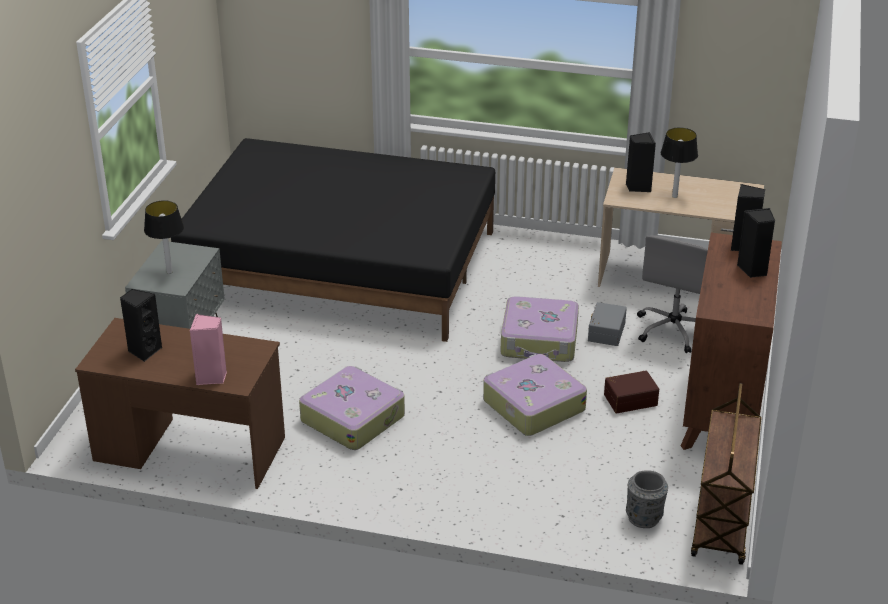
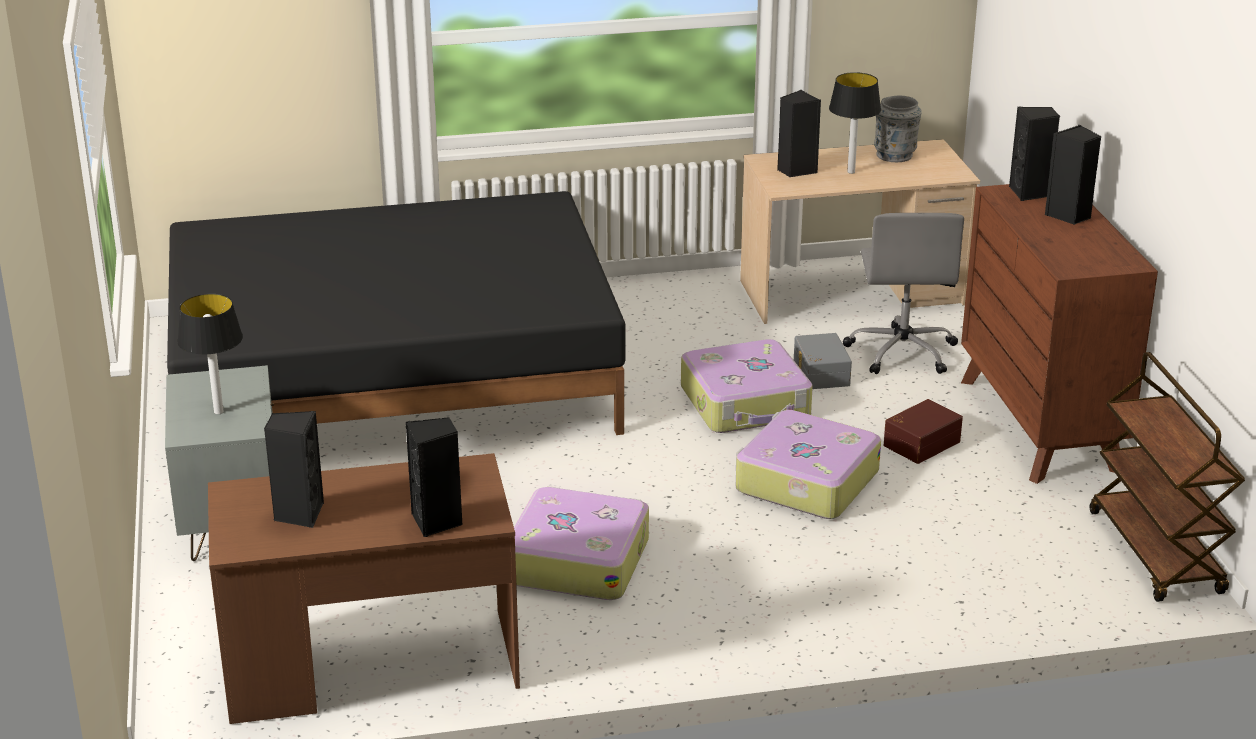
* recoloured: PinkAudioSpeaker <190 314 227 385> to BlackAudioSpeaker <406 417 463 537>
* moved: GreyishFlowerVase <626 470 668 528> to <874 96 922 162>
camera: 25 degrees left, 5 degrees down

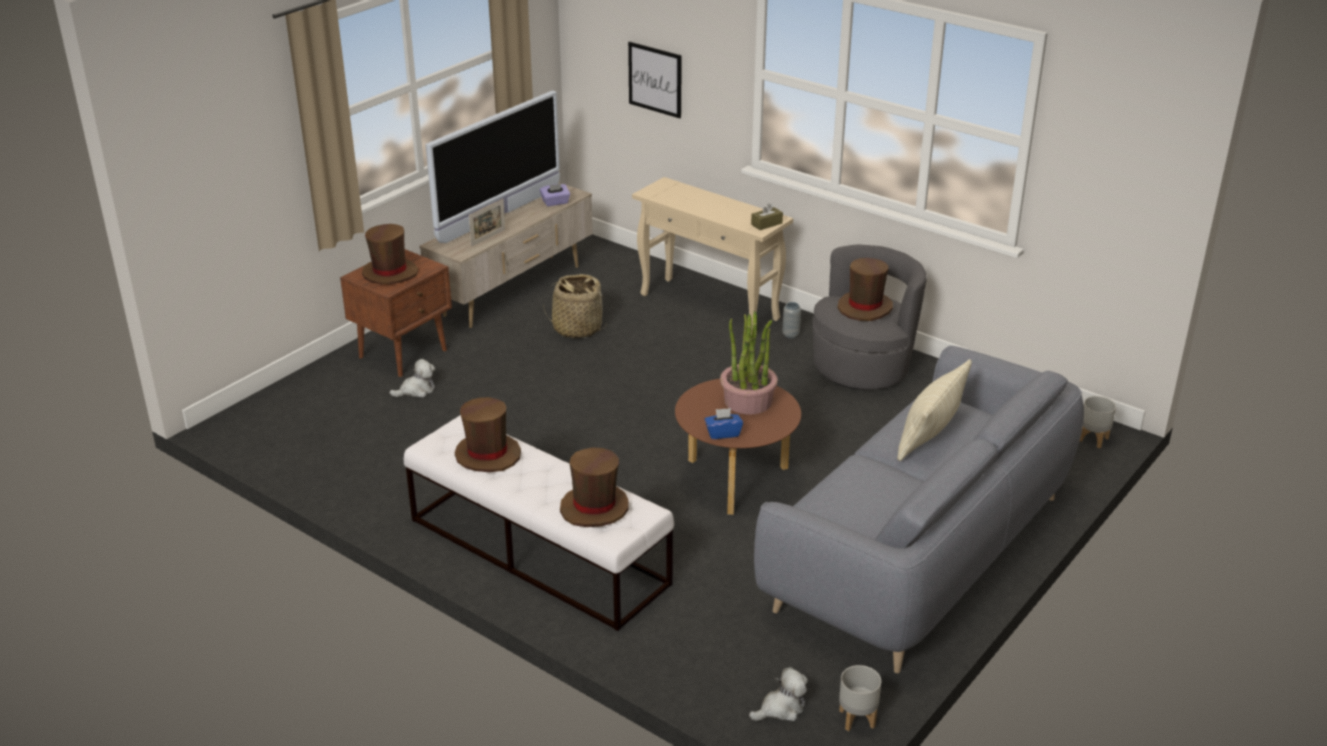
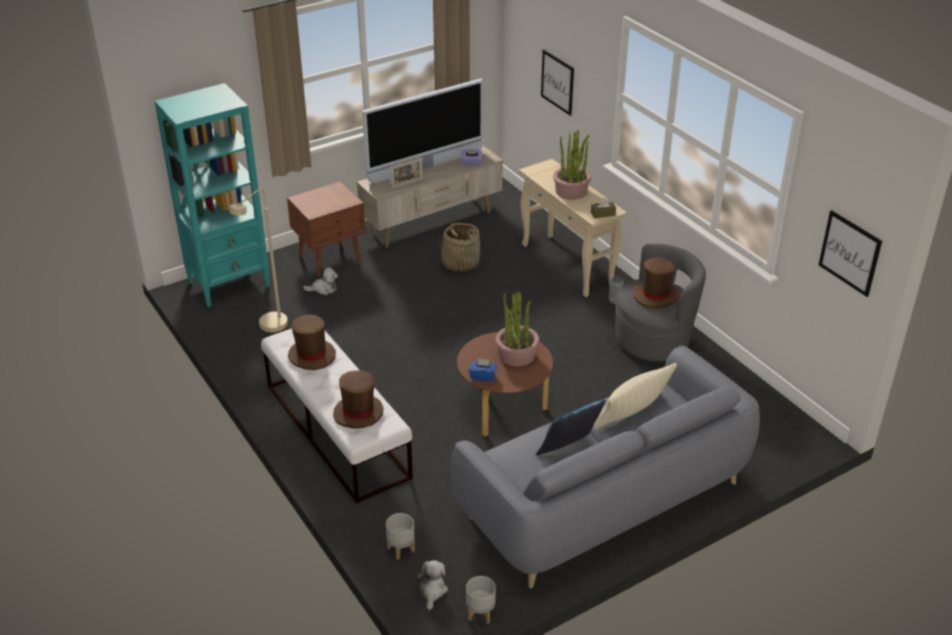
* removed: BrownHat <362 224 418 284>
* moved: GreyishPlantPot <1079 396 1116 448> to <386 513 415 560>
* turned: CuddlyToy <749 667 808 721> = <417 560 448 610> 75 degrees counterclockwise
* added: TurquoiseColouredBookcase <155 83 270 307>
* added: PlantInAPot <553 130 591 200>
* added: BeigeFloorLamp <230 188 288 332>
* added: Picture <819 210 882 297>
* added: BluePillow <536 400 606 455>
camera: 20 degrees right, 5 degrees up

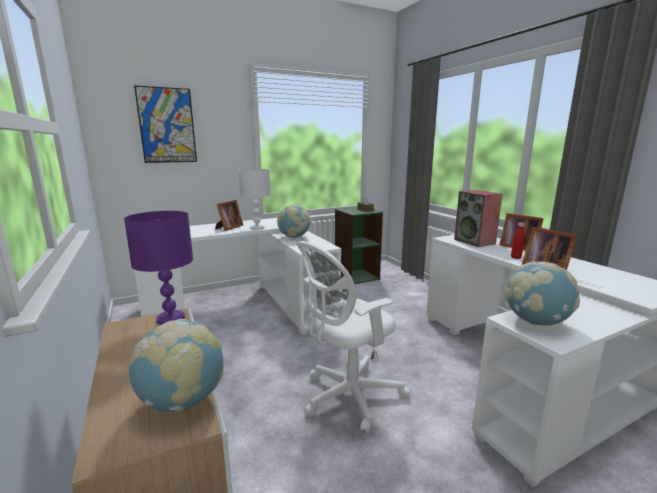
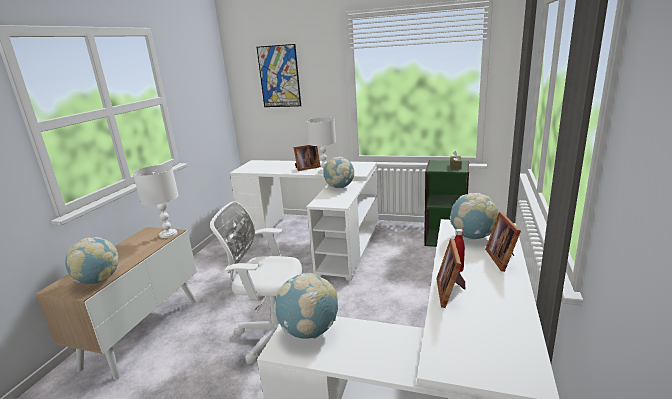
* replaced: AudioSpeaker <454 190 502 247> to DeskGlobe <450 193 498 240>
* recoloured: PurplishLampForATable <124 211 193 325> to WhiteLampForATable <133 165 179 238>
camera: 45 degrees right, 5 degrees up

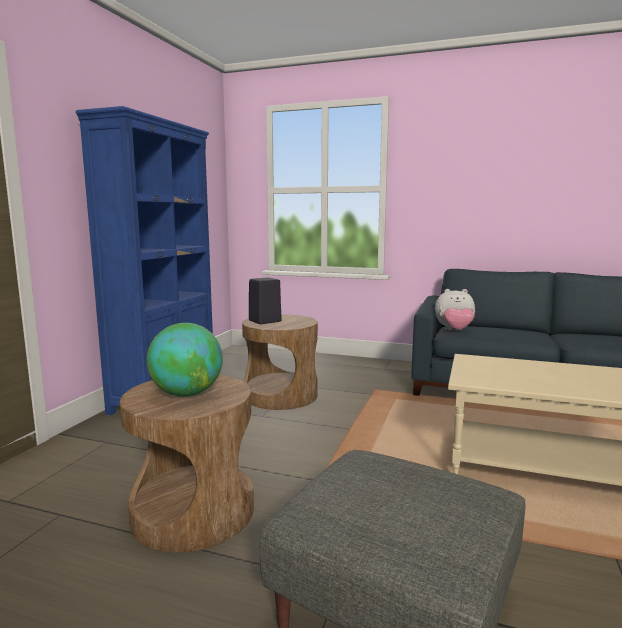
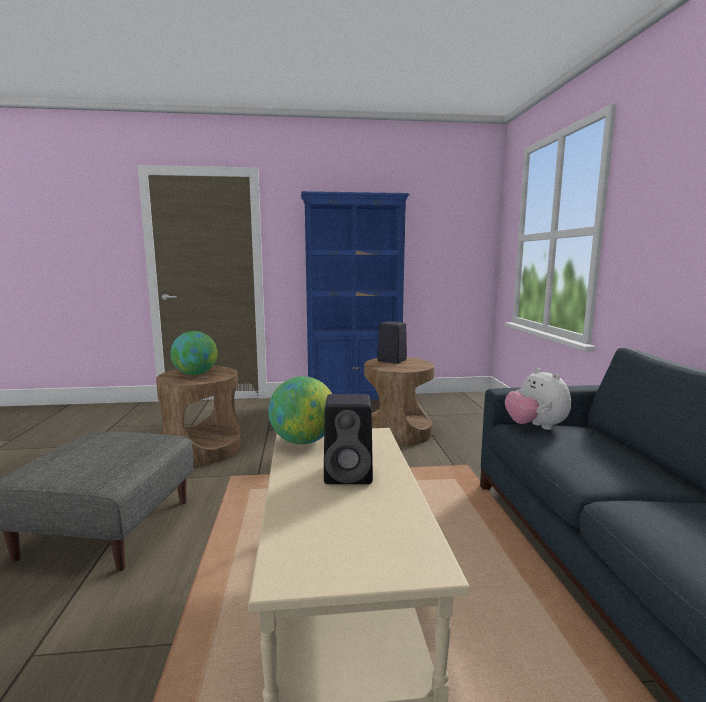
* added: DeskGlobe <268 376 332 444>
* added: BlackAudioSpeaker <324 394 373 484>
camera: 65 degrees right, 0 degrees up

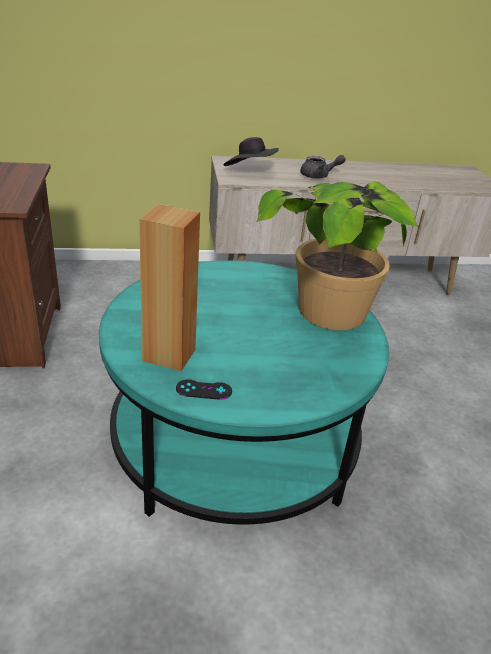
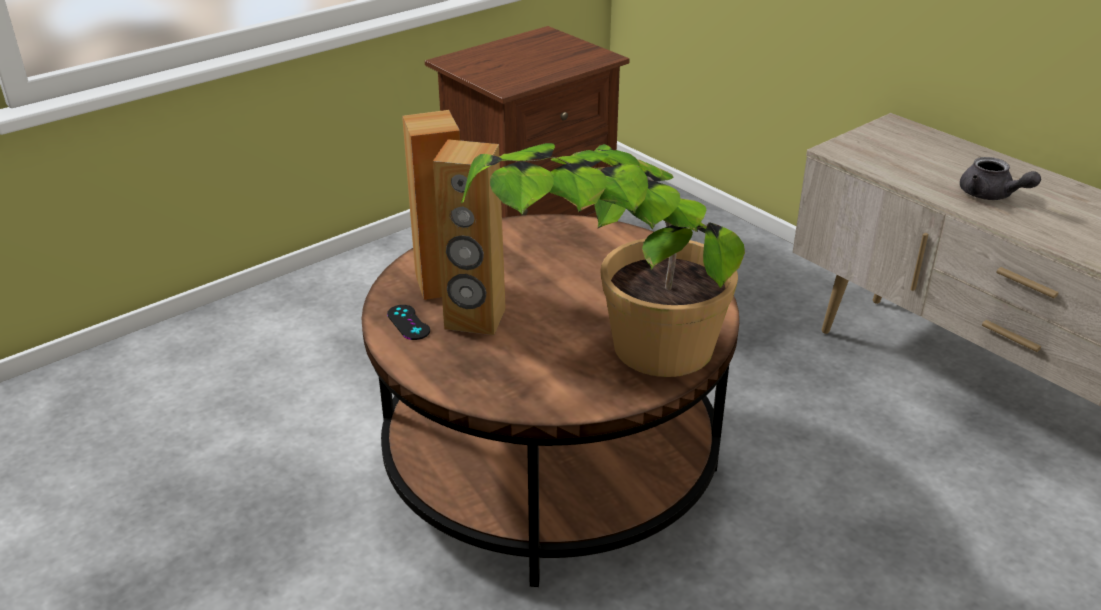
* removed: BlackHat <224 137 279 166>
* recoloured: TurquoiseColouredLowTable <99 260 389 525> to BrownLowTable <362 214 739 587>
* added: BrownAudioSpeaker <433 139 506 335>
camera: 60 degrees right, 0 degrees up

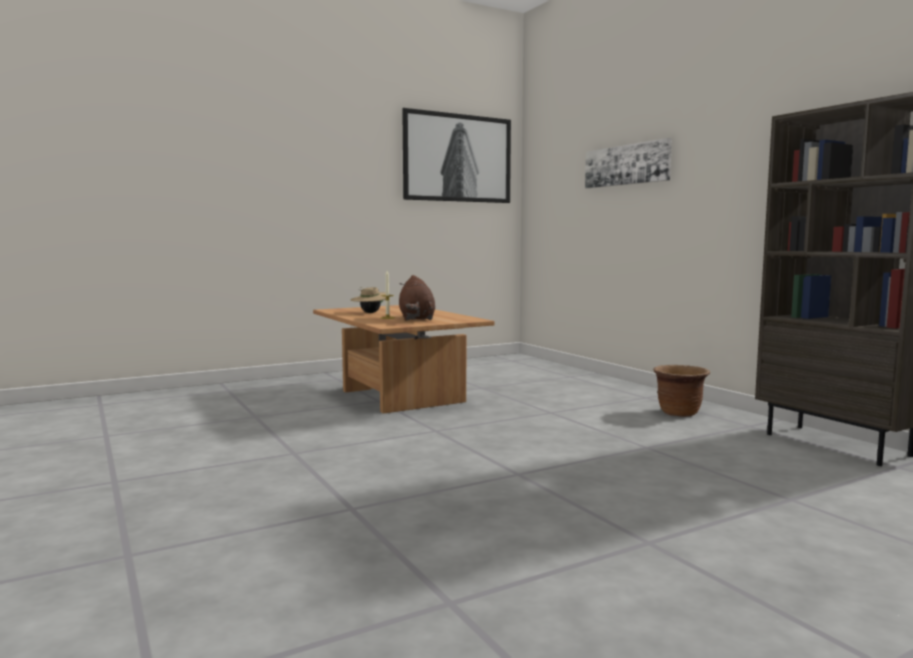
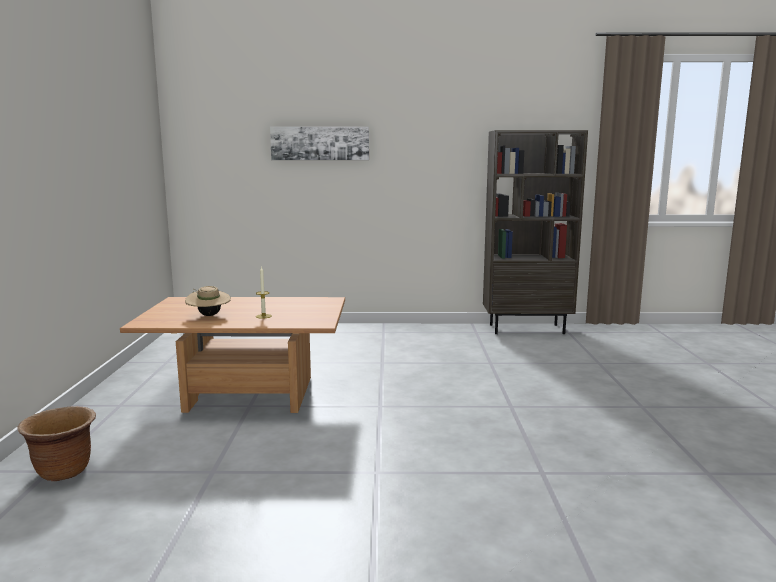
* removed: Picture <402 108 511 203>
* removed: BrownCuddlyToy <399 275 435 320>
* moved: BrownPlantPot <653 365 710 417> to <17 406 96 481>
camera: 60 degrees left, 5 degrees up

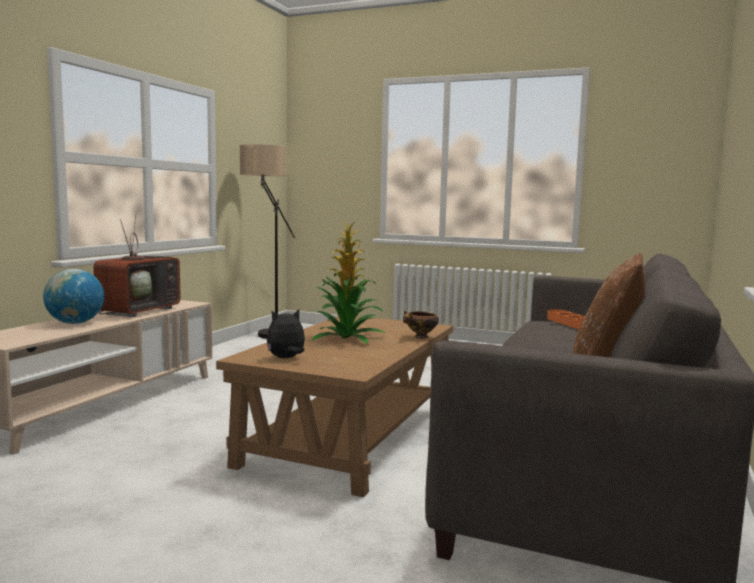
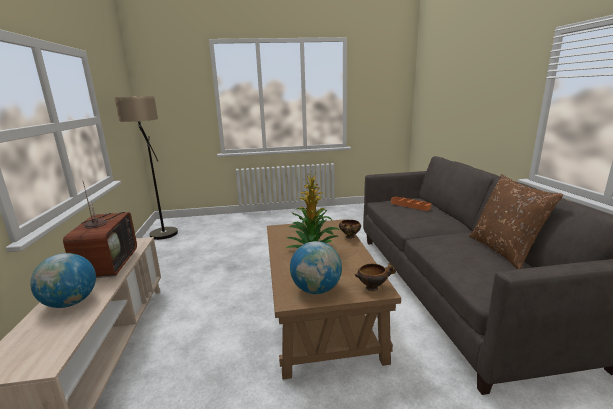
* replaced: CuddlyToy <267 309 305 358> to DeskGlobe <290 241 342 294>
* added: DeepDish <355 262 396 291>
camera: 30 degrees left, 10 degrees up

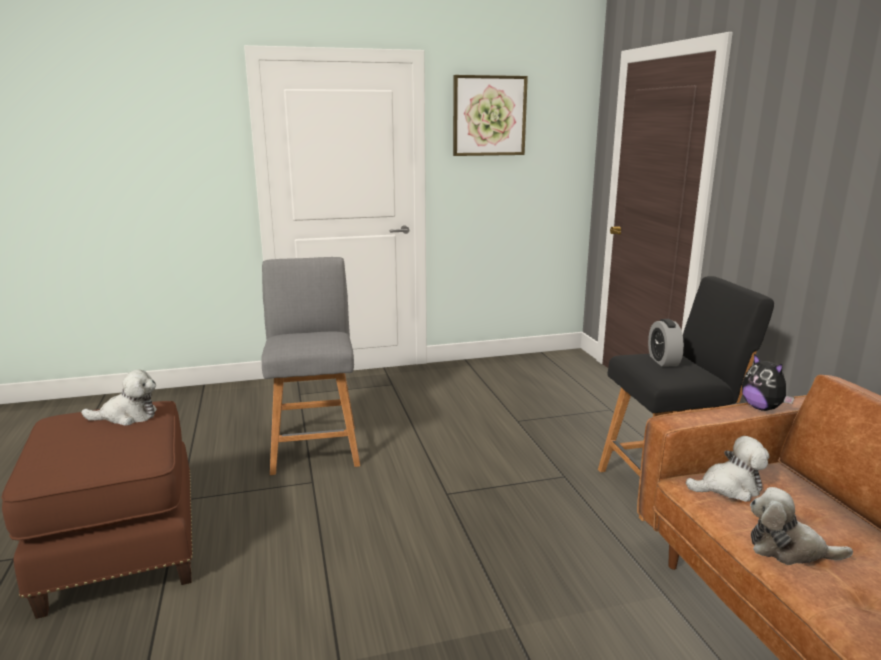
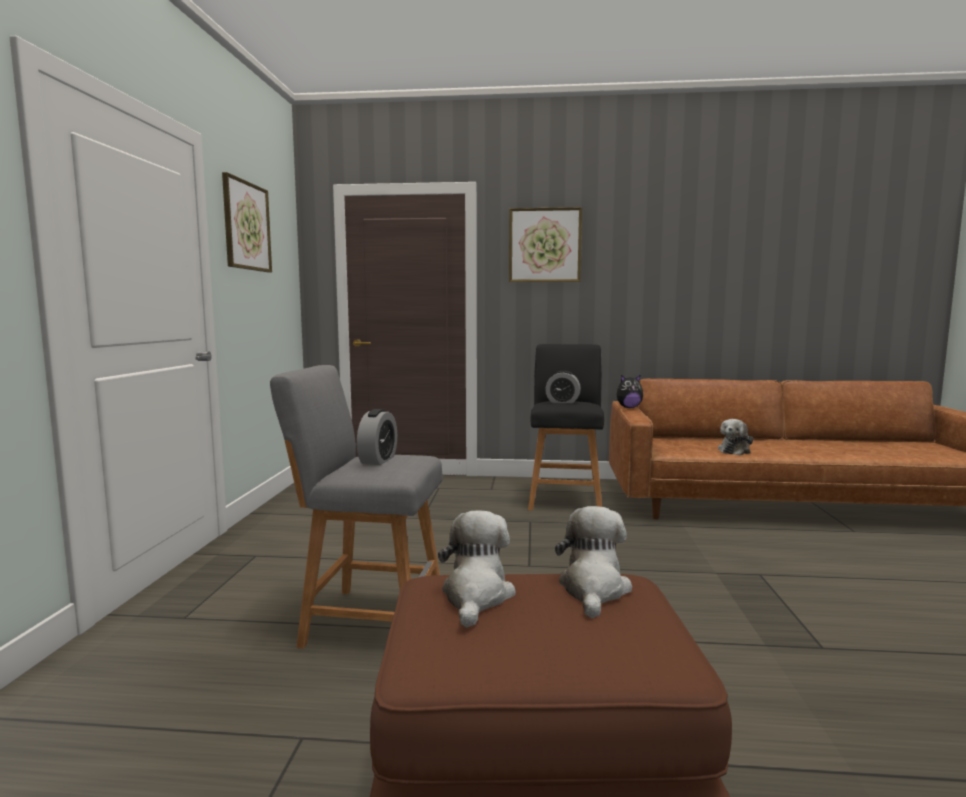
* moved: CuddlyToy <686 436 770 502> to <555 506 632 618>
* added: Picture <509 207 582 282>
* added: AlarmClock <357 409 397 465>
camera: 70 degrees left, 10 degrees down

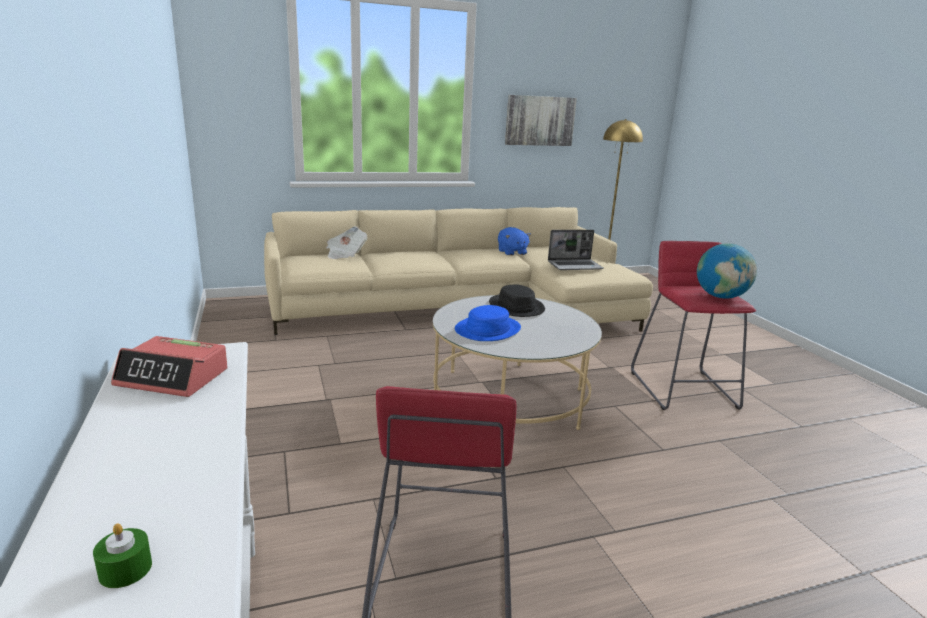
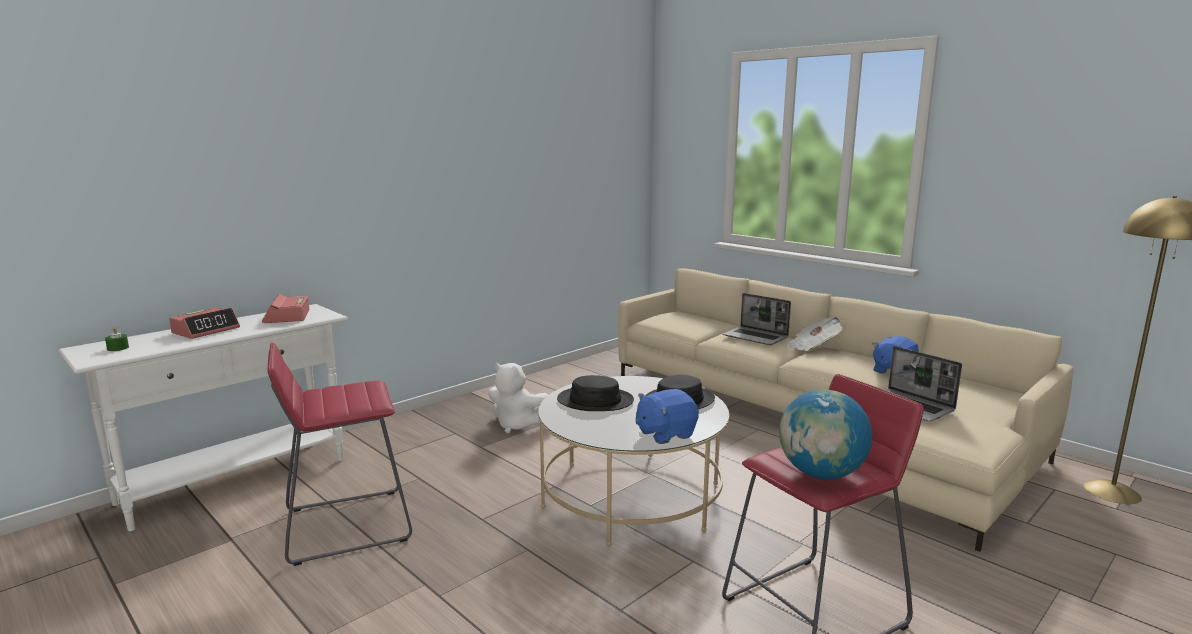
* removed: Picture <505 95 577 146>
* moved: DailyPaper <326 226 368 259> to <786 317 842 351>
* recoloured: BlueHat <455 305 521 341> to BlackHat <557 375 634 411>
* added: NotebookComputer <723 293 791 345>
* added: AlarmClock <169 308 240 339>
* added: WhiteCuddlyToy <488 363 549 434>
* added: BlueCuddlyToy <635 389 699 444>
camera: 65 degrees right, 5 degrees down

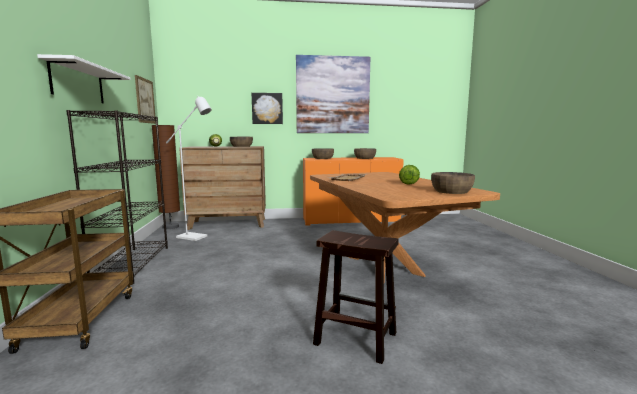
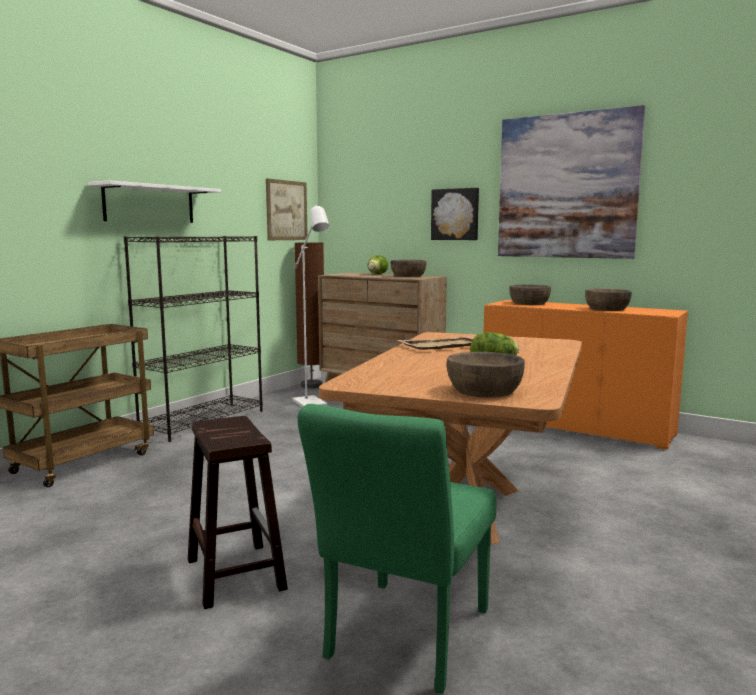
* added: GreenColouredPlainChair <298 404 496 694>
camera: 40 degrees right, 0 degrees up

